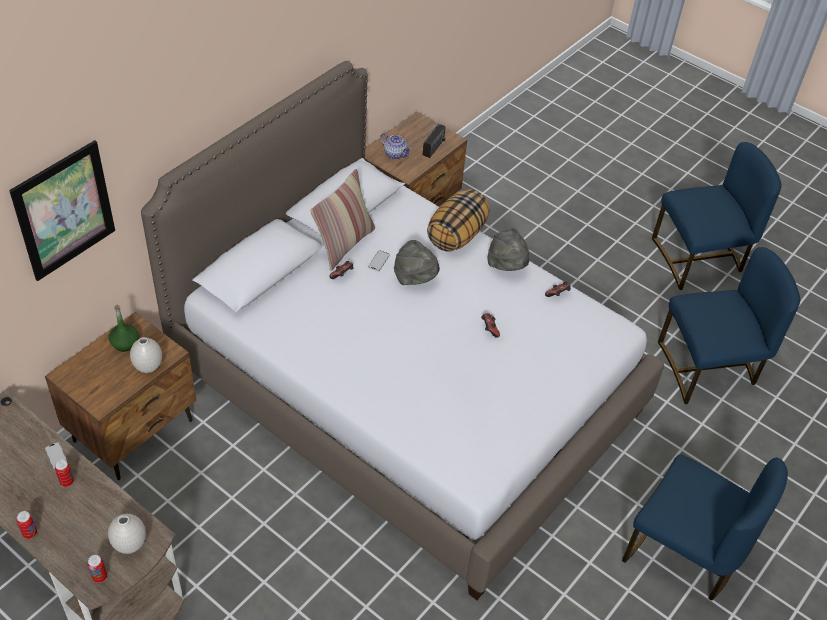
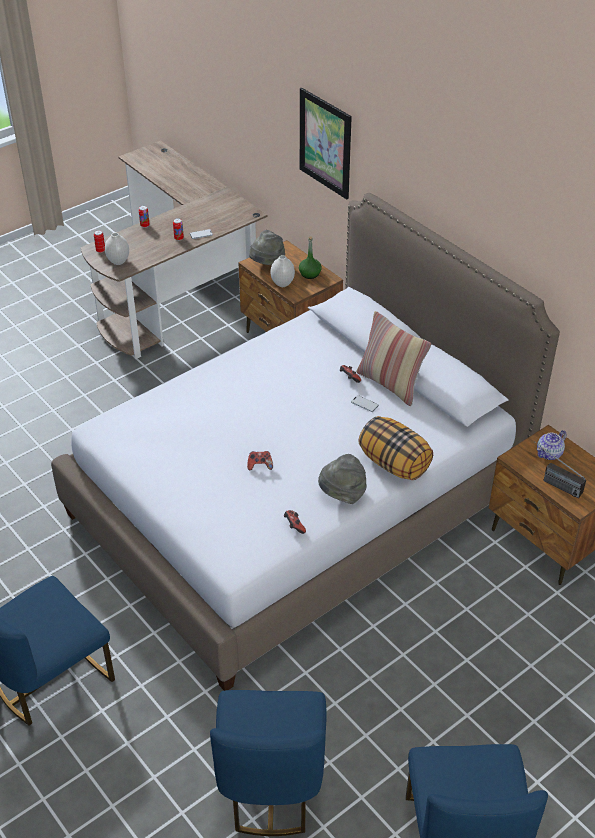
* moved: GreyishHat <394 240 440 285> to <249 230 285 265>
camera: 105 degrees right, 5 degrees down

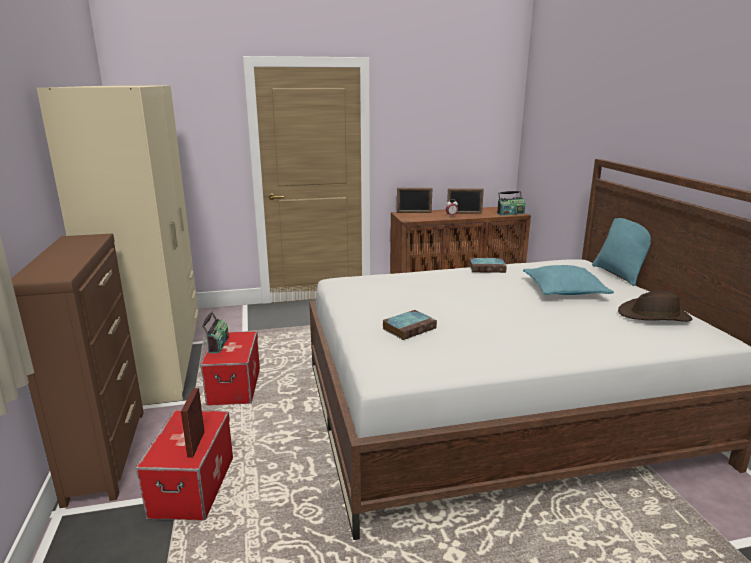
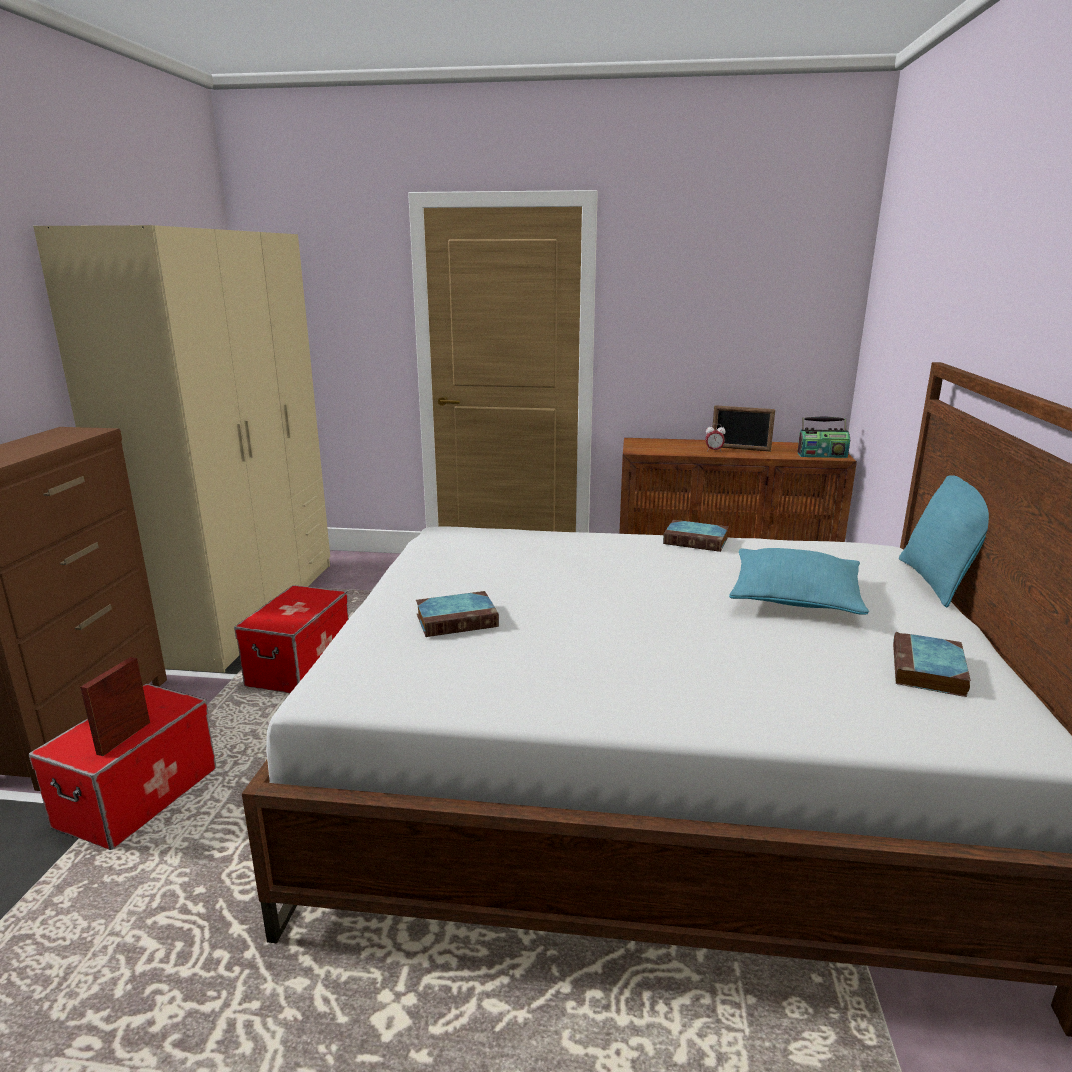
* removed: PhotoFrame <397 188 432 213>
* replaced: BrownHat <618 291 692 322> to Book <893 632 971 697>
* removed: Radio <202 311 229 353>
camera: 20 degrees right, 0 degrees up

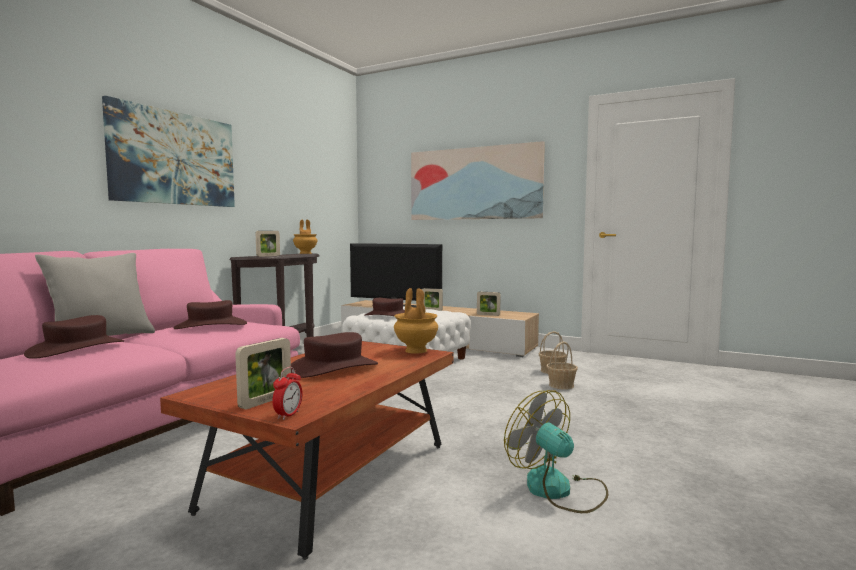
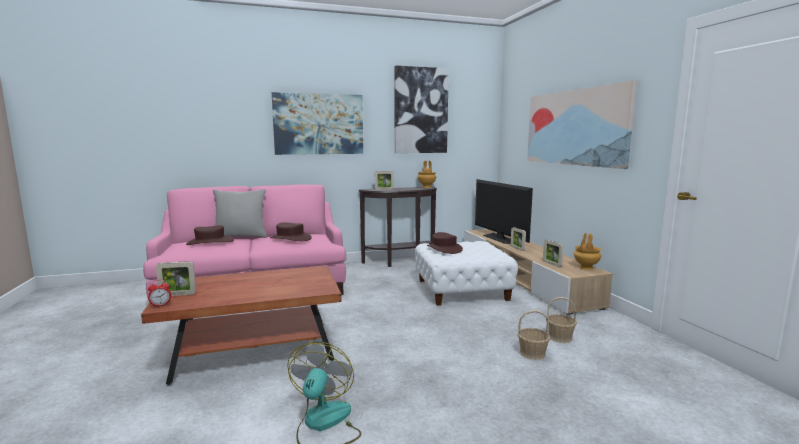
* moved: BrownFlowerVase <394 288 438 354> to <574 233 601 270>
* removed: BrownHat <291 332 378 378>
* added: Picture <394 66 449 153>
camera: 45 degrees right, 5 degrees up

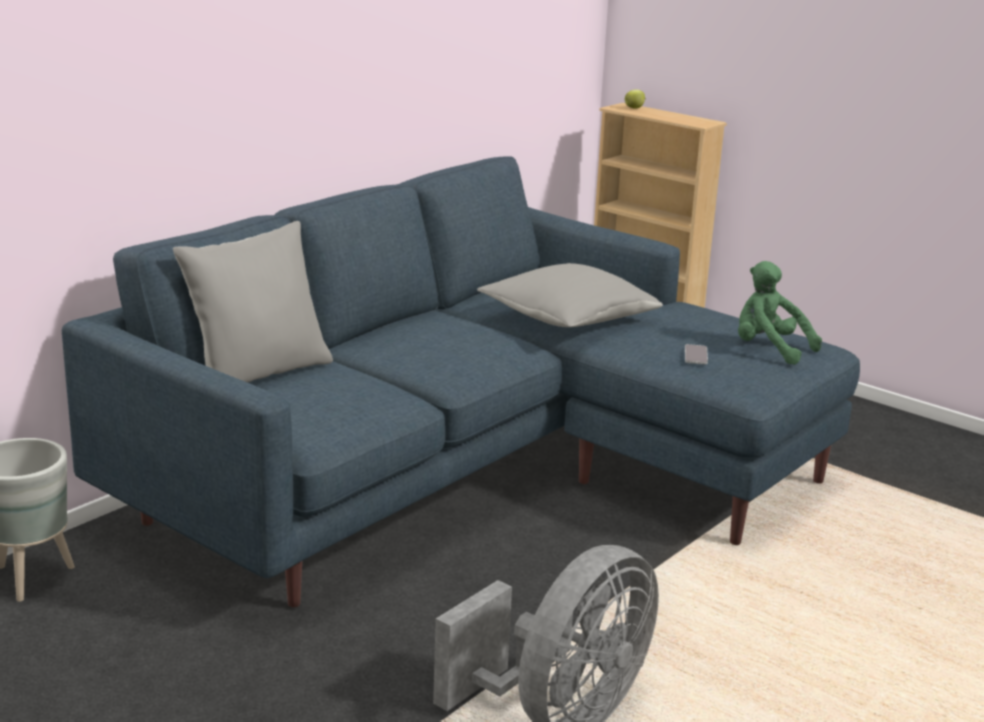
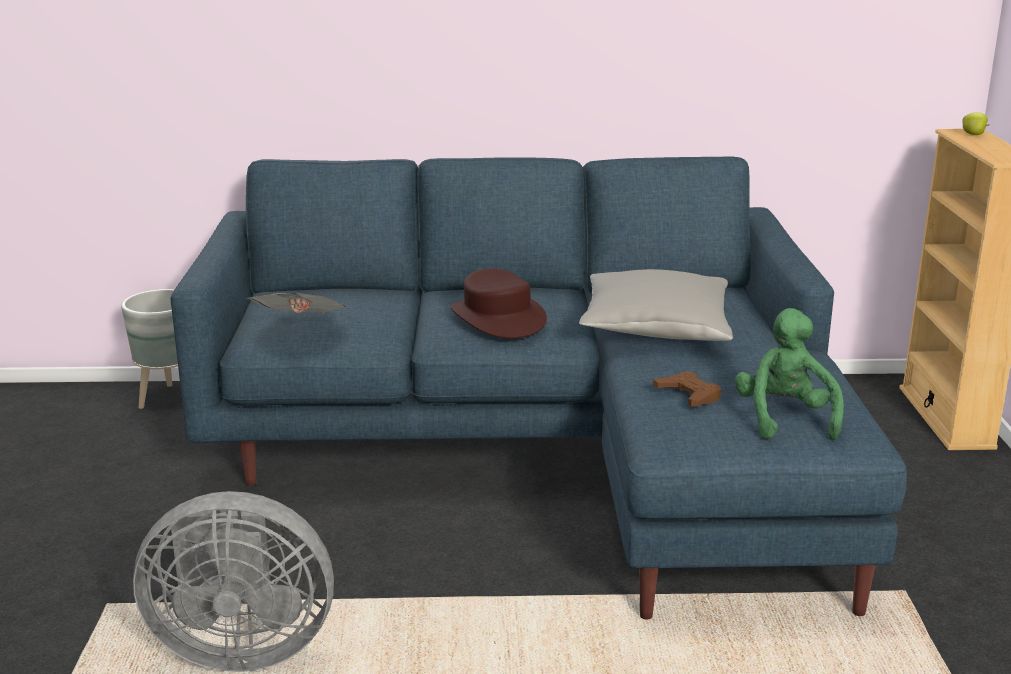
* removed: GreyishPillow <173 221 333 383>
* replaced: Handset <685 344 708 364> to BrownGamepad <653 371 721 406>
* added: BrownHat <450 268 547 338>
* added: DailyPaper <246 293 346 313>
camera: 50 degrees right, 0 degrees up

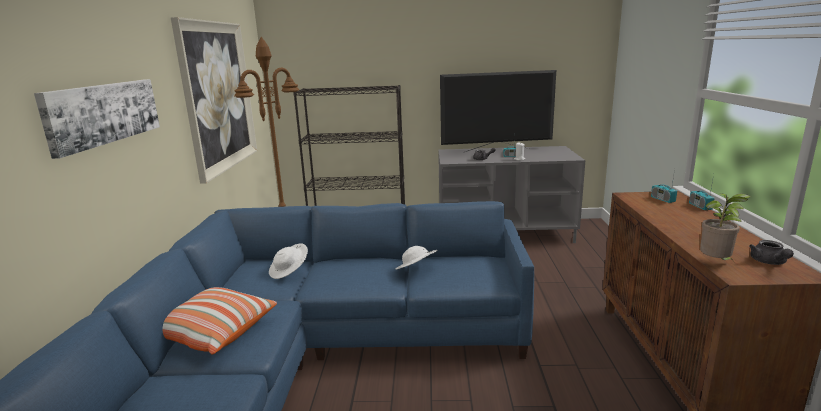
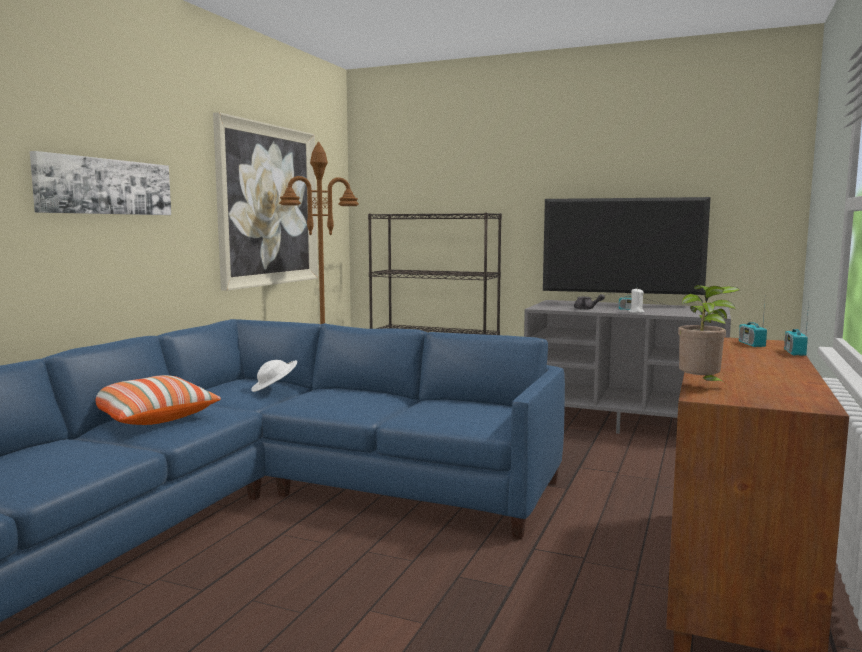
* removed: GreyishTeapot <749 240 794 265>
* removed: WhiteHat <396 246 438 270>
camera: 20 degrees right, 10 degrees down

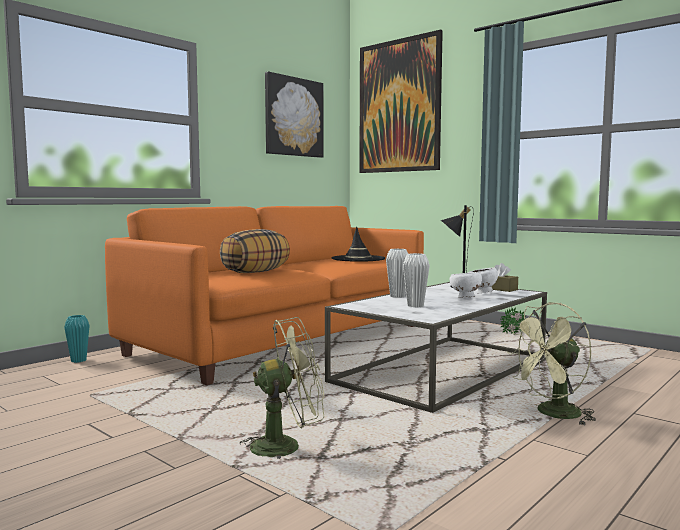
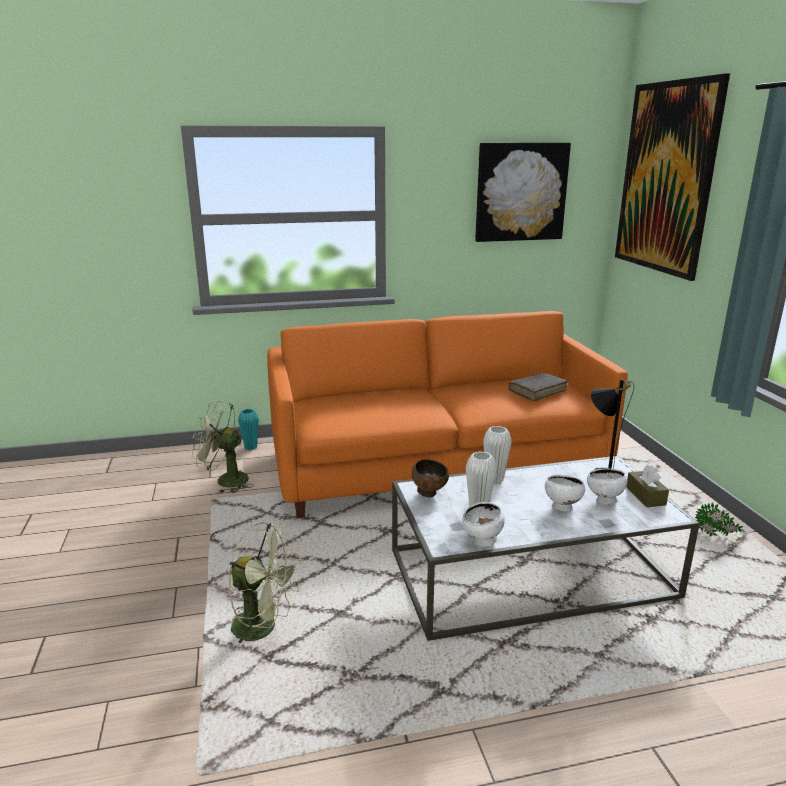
* replaced: BlackHat <332 227 385 262> to BrownBook <509 373 568 401>
* removed: Pillow <220 229 290 273>
* moved: GreenColouredFan <506 302 596 426> to <192 401 254 493>
* added: BrownDeepDish <412 459 449 497>
* added: WhiteDeepDish <462 502 505 546>
camera: 35 degrees right, 15 degrees up

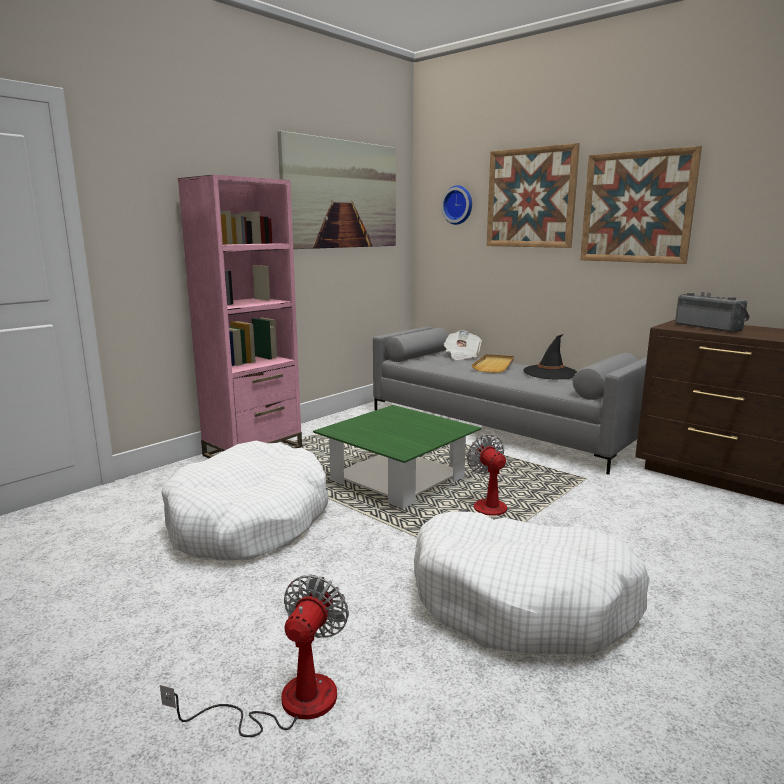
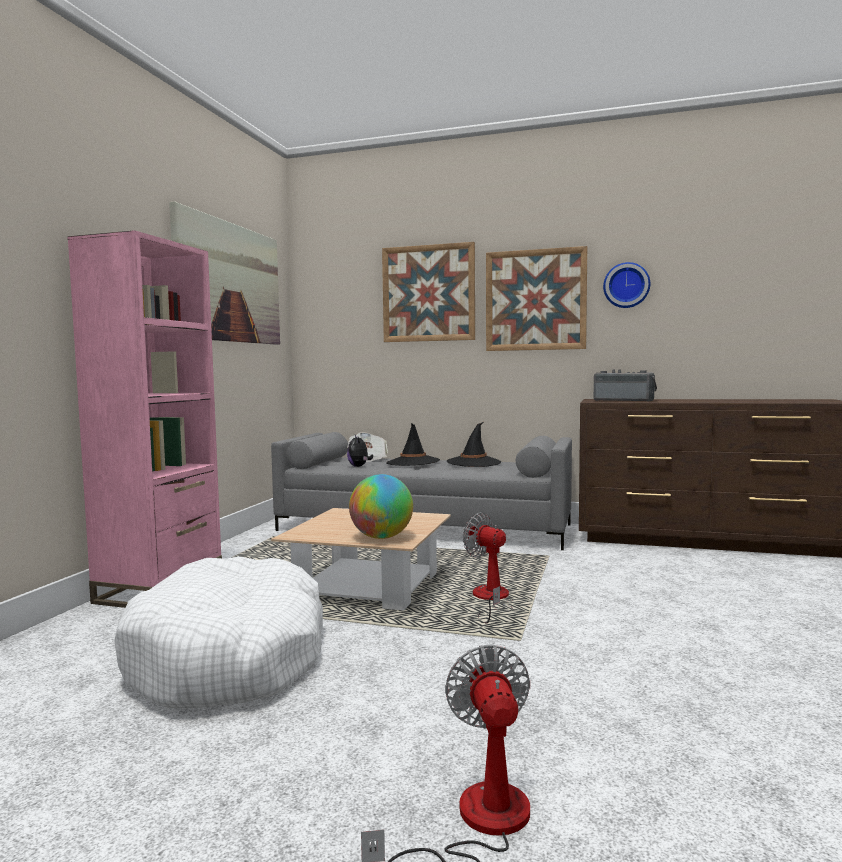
* moved: WallClock <441 185 472 225> to <603 262 650 308>
* replaced: BeigeTray <472 354 514 373> to BlackHat <386 423 440 466>
* recoloured: GreenColouredLowTable <313 405 482 509> to BeigeLowTable <271 508 451 611>
* removed: WhiteDogBed <414 511 650 654>
* added: CuddlyToy <347 435 373 467>
* added: DeskGlobe <349 474 413 539>
camera: 25 degrees left, 10 degrees down

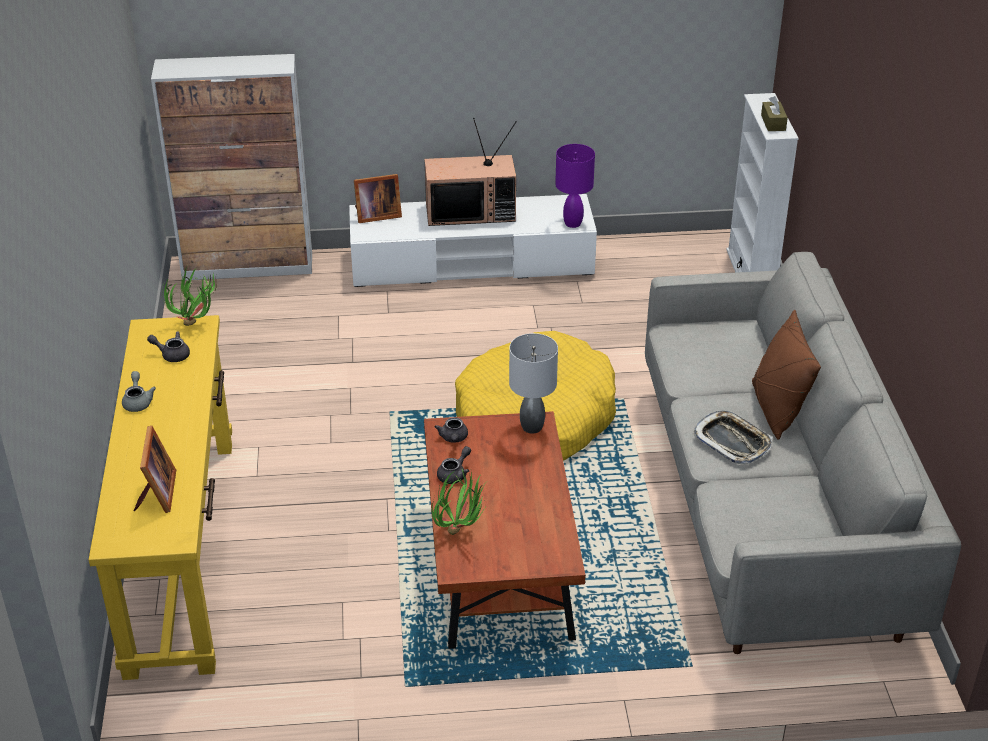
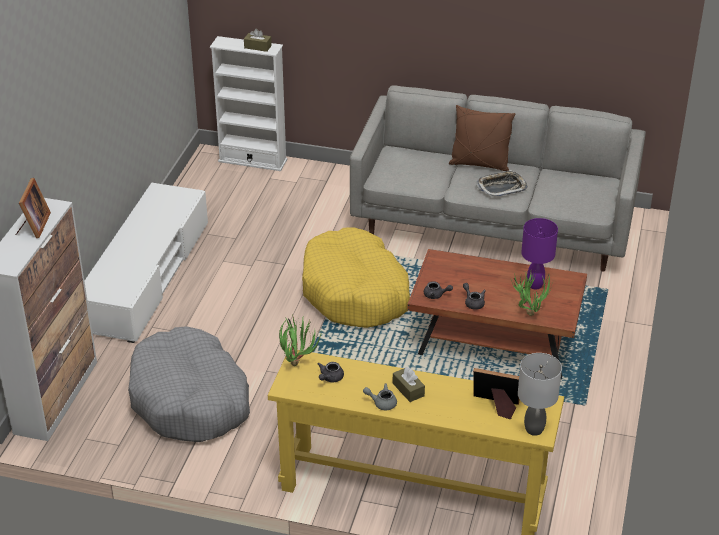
* removed: Tv <425 117 517 226>
* moved: PurplishLampForATable <555 144 595 228> to <521 218 558 290>
* moved: PhotoFrame <354 174 402 223> to <16 178 51 238>
* moved: GreyishLampForATable <509 333 558 434> to <518 353 562 436>
* added: GreyishDogBed <128 326 250 442>
* added: BrownTissueHolder <393 367 425 402>
camera: 70 degrees left, 0 degrees up

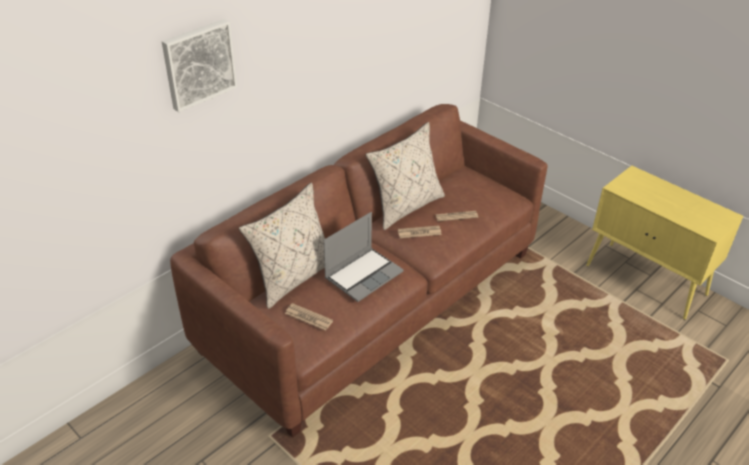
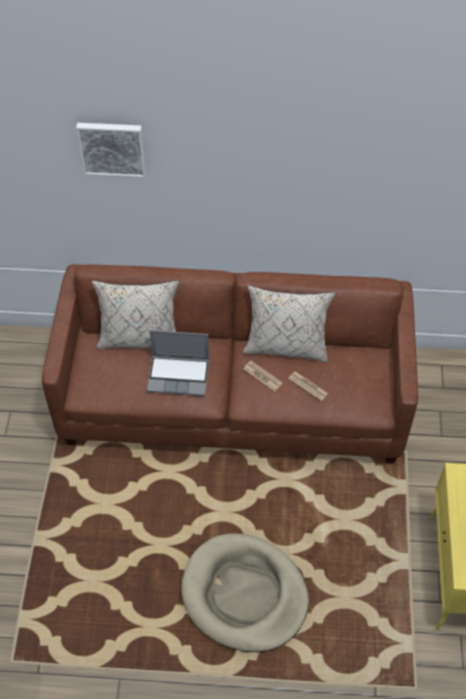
* removed: DailyPaper <285 303 333 331>
* added: BeigeDogBed <181 533 309 652>
camera: 50 degrees right, 15 degrees up

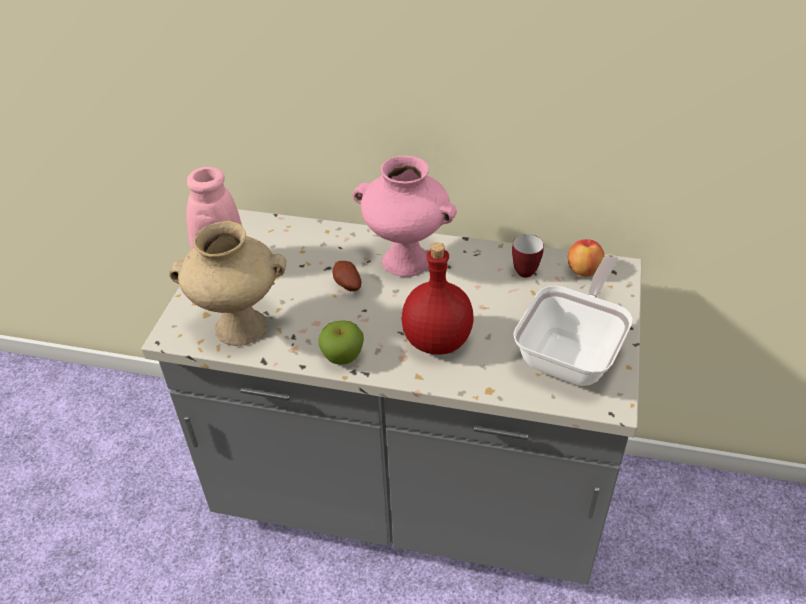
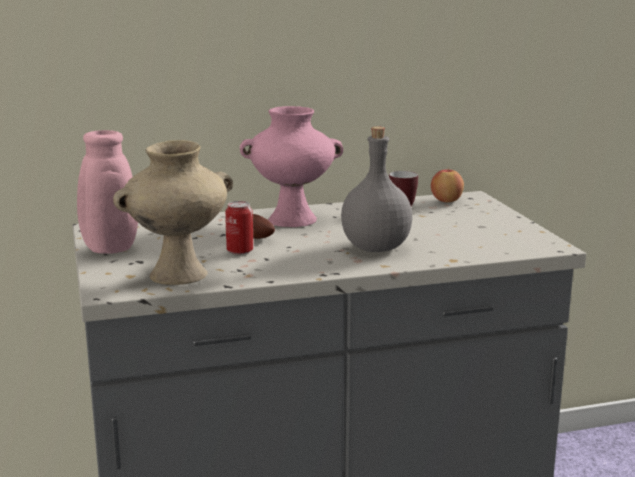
* recoloured: ReddishBeverageBottle <401 243 473 355> to GreyishBeverageBottle <341 126 413 252>
* removed: Skillet <513 254 633 386>
* removed: AppleFruit <318 320 364 365>
* added: SealedCan <225 201 254 255>
camera: 30 degrees left, 25 degrees down

